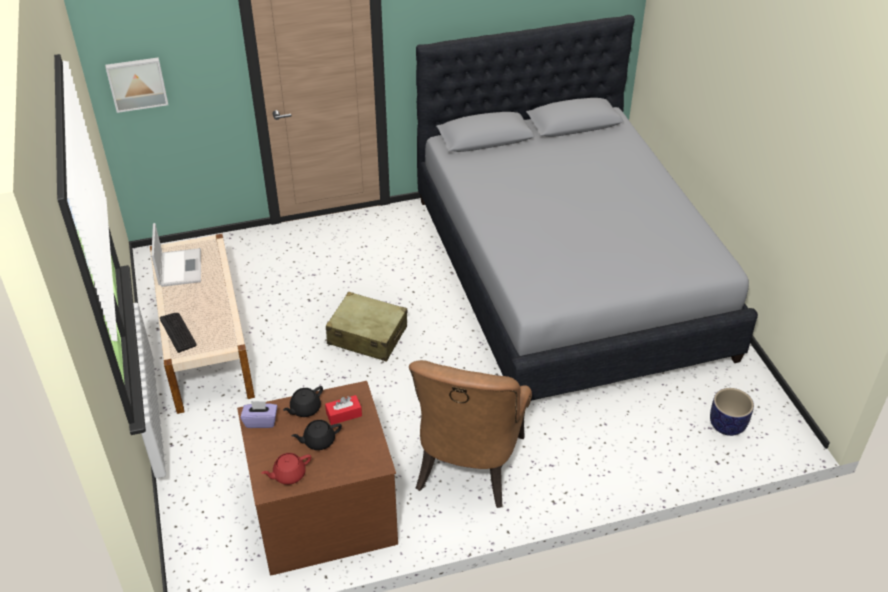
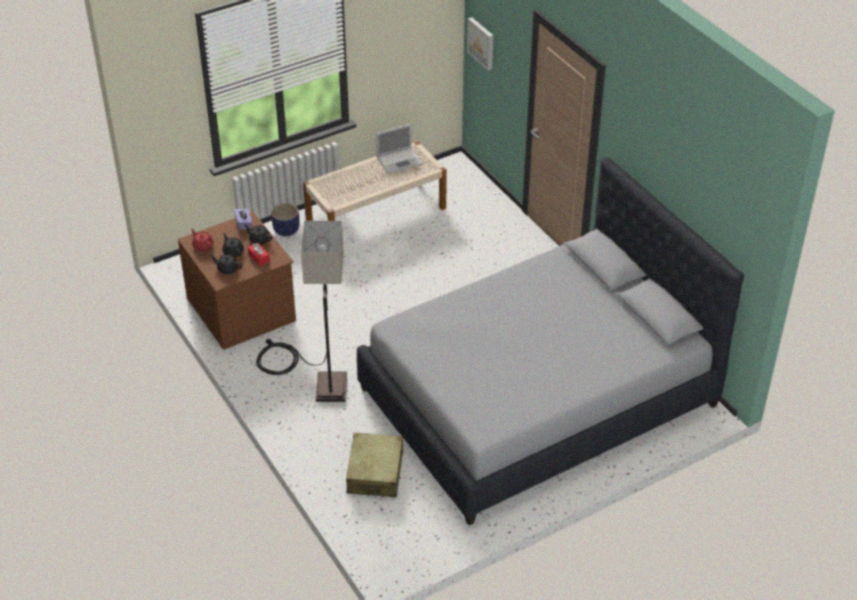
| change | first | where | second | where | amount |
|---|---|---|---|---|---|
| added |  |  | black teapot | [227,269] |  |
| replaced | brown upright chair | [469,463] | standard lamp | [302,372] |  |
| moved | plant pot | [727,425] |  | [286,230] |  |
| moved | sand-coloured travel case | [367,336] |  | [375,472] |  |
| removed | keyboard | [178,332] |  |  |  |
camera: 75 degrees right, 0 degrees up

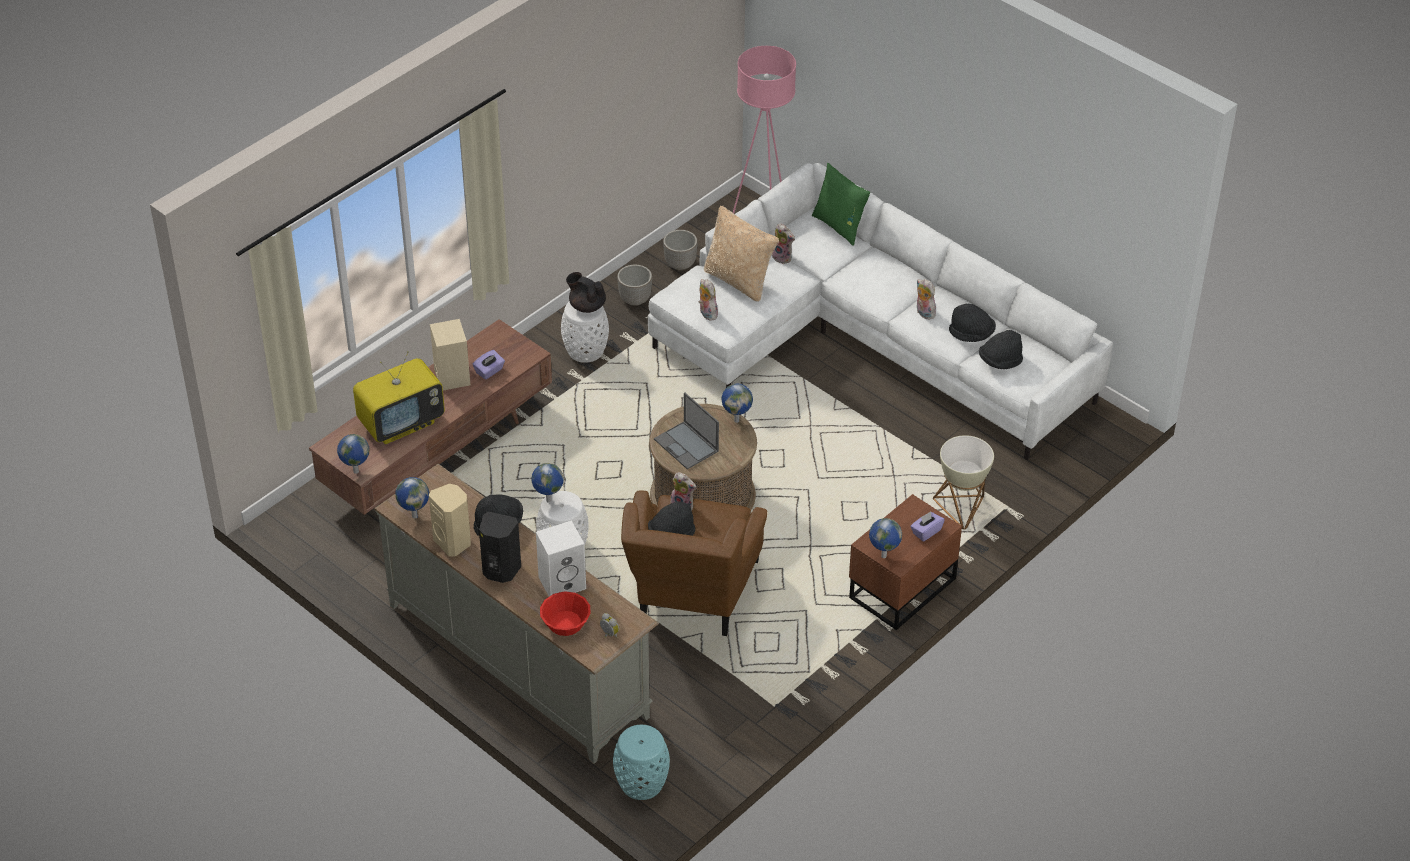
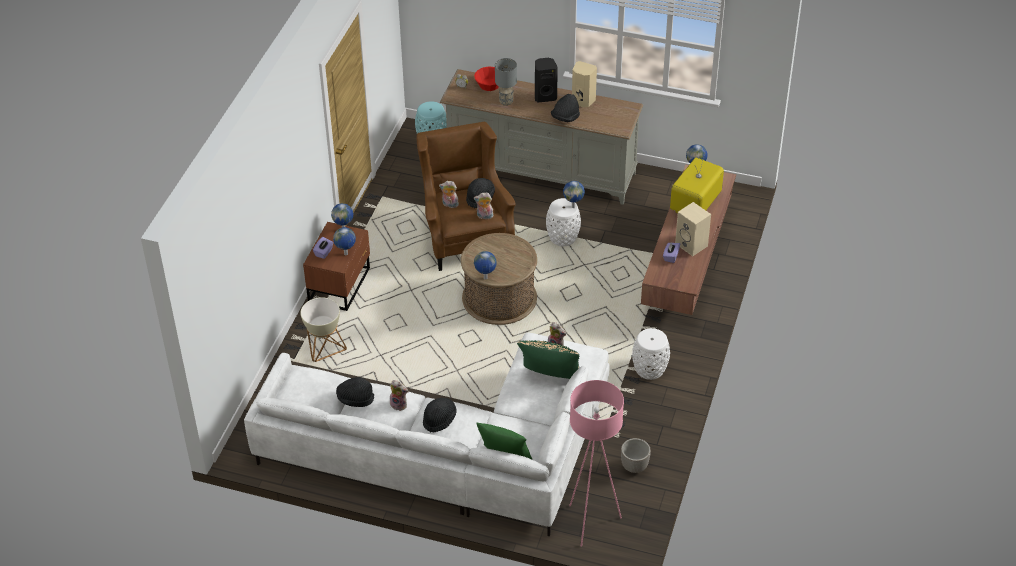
| change | first | where | second | where | amount |
|---|---|---|---|---|---|
| moved | globe | [414,515] |  | [346,254] |  |
| moved | black wearable hat | [1000,361] |  | [439,420] |  |
| moved | soft toy | [783,257] |  | [449,205] |  |
| replaced | white-coloured audio speaker | [563,582] | greyish lamp for a table | [506,102] |  |
| recoloured | sand-coloured pillow | [738,283] | green-coloured pillow | [550,379] |  |
| removed | black teapot | [587,306] |  |  |  |
| removed | plant pot | [634,300] |  |  |  |
| removed | notebook computer | [687,445] |  |  |  |
camera: 155 degrees right, 0 degrees up

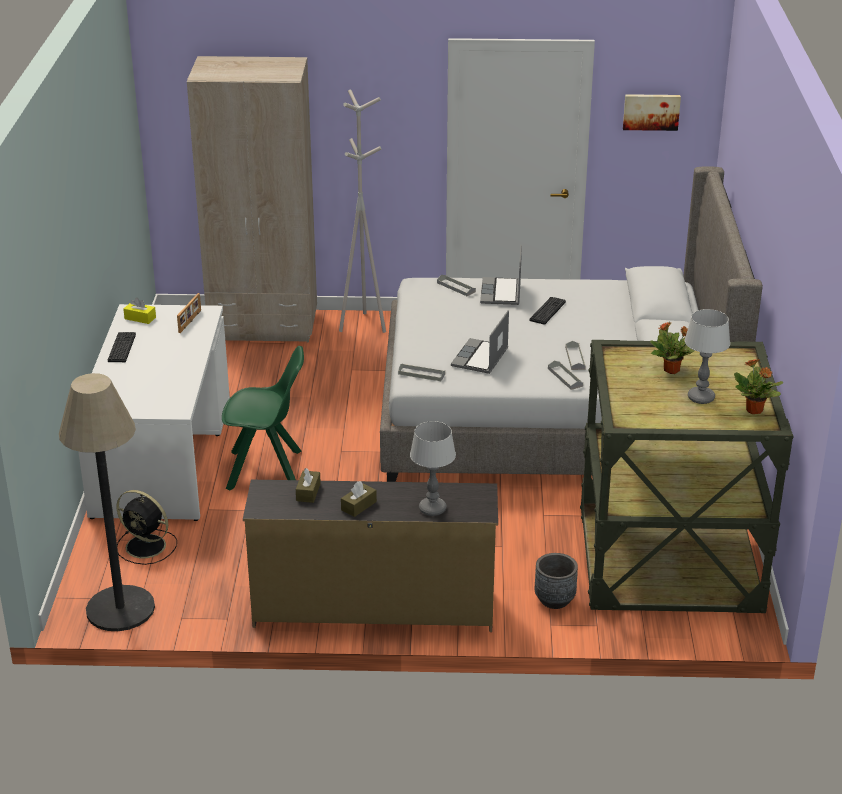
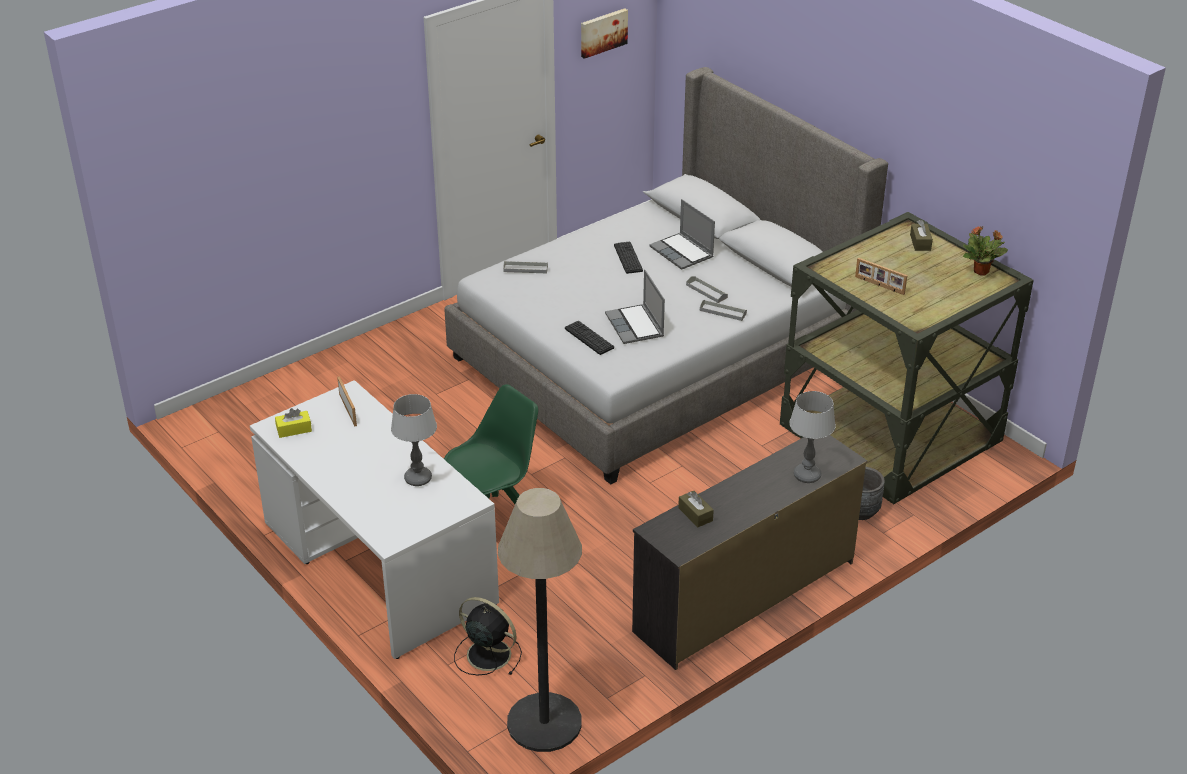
| change | first | where | second | where | amount |
|---|---|---|---|---|---|
| moved | lamp for a table | [701,398] |  | [418,478] |  |
| turned | black fan | [147,547] |  | [487,654] | 135 degrees counterclockwise |
| moved | keyboard | [122,348] |  | [589,338] |  |
| moved | notebook computer | [501,293] |  | [682,253] |  |
| added |  |  | picture frame | [879,285] |  |
| moved | brown box of tissues | [358,506] |  | [920,242] |  |
| removed | sand-coloured wardrobe | [264,327] |  |  |  |
| removed | greyish garment rack | [363,325] |  |  |  |
| removed | greyish tray | [421,374] |  |  |  |
| removed | plant in a pot | [672,370] |  |  |  |
camera: 40 degrees left, 5 degrees up

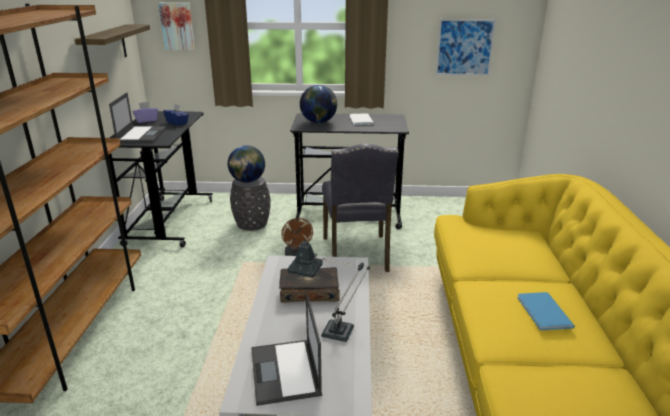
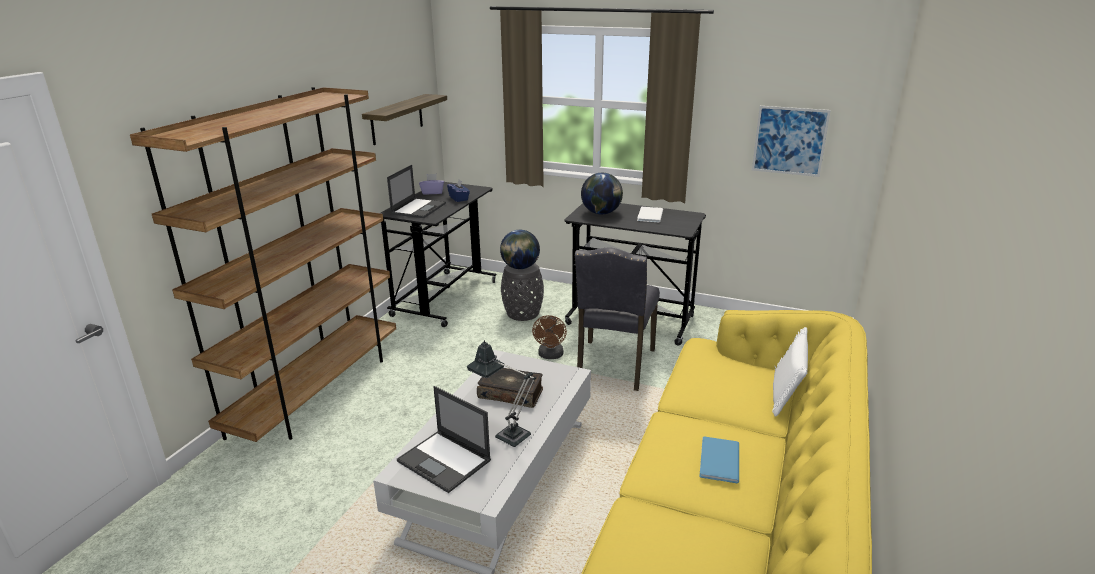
| change | first | where | second | where | amount |
|---|---|---|---|---|---|
| turned | notebook computer | [285,372] |  | [445,461] | 60 degrees counterclockwise |
| added |  |  | white-coloured pillow | [786,394] |  |
| removed | wall art | [177,26] |  |  |  |
camera: 20 degrees right, 0 degrees up

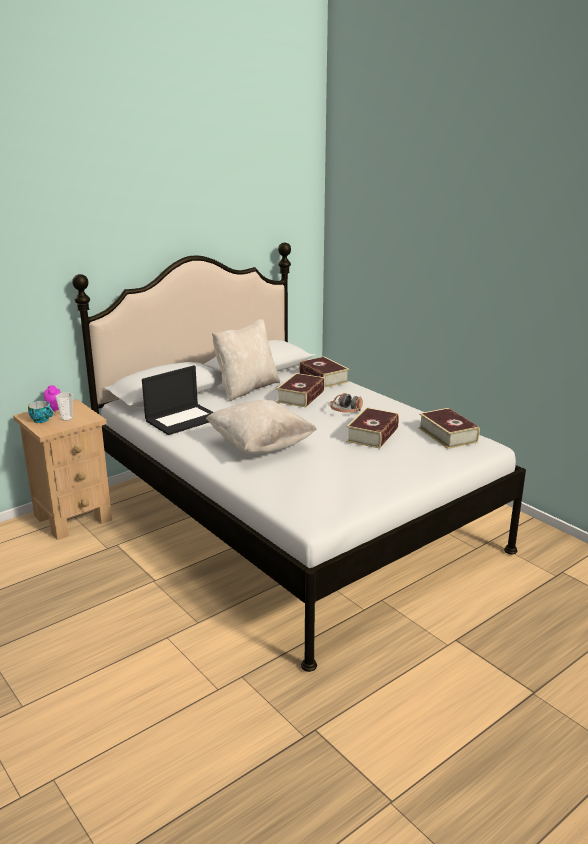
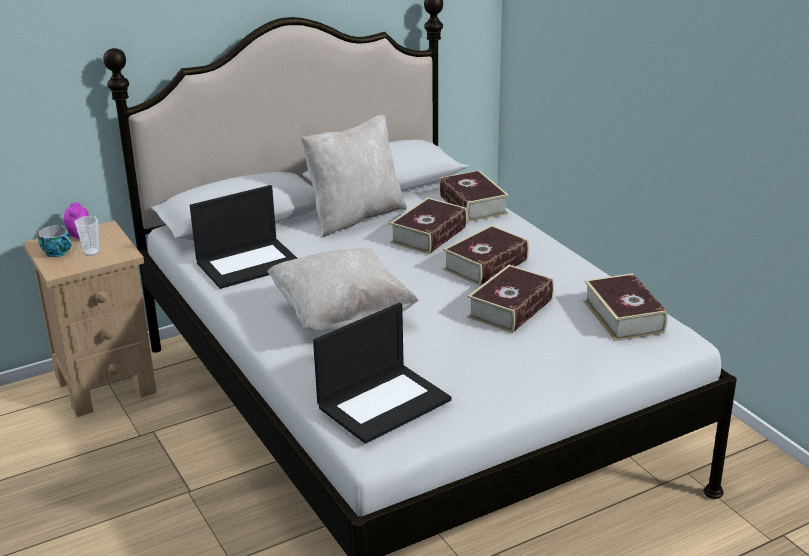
| change | first | where | second | where | amount |
|---|---|---|---|---|---|
| added |  |  | notebook computer | [384,402] |  |
| replaced | headphones | [346,411] | book | [486,265] |  |
camera: 10 degrees right, 5 degrees up

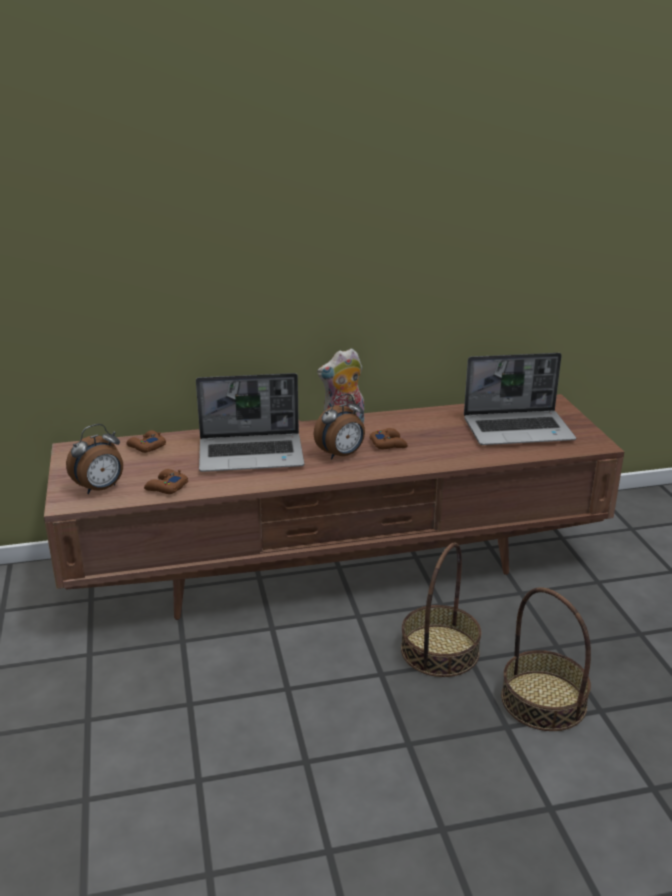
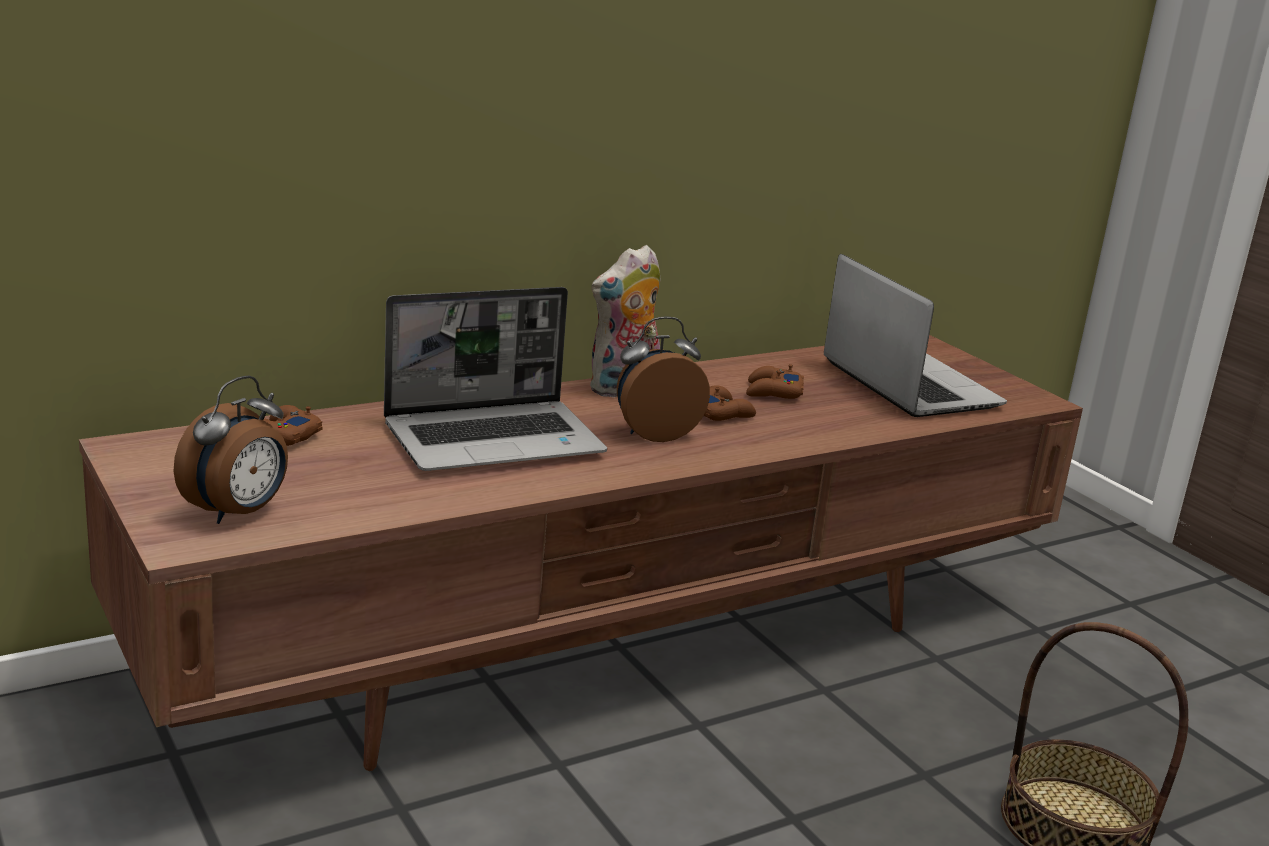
| change | first | where | second | where | amount |
|---|---|---|---|---|---|
| turned | table clock | [341,455] |  | [654,433] | 150 degrees counterclockwise |
| moved | brown gamepad | [166,487] |  | [773,392] |  |
| turned | notebook computer | [519,430] |  | [907,384] | 90 degrees counterclockwise |
| removed | household basket | [440,651] |  |  |  |
camera: 20 degrees left, 5 degrees down

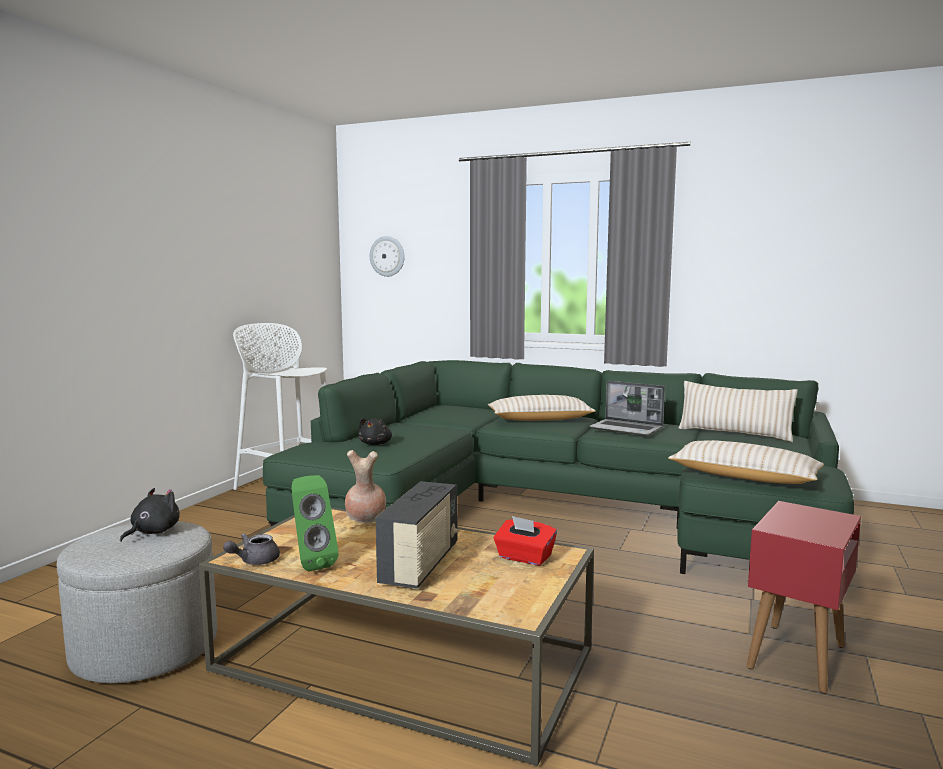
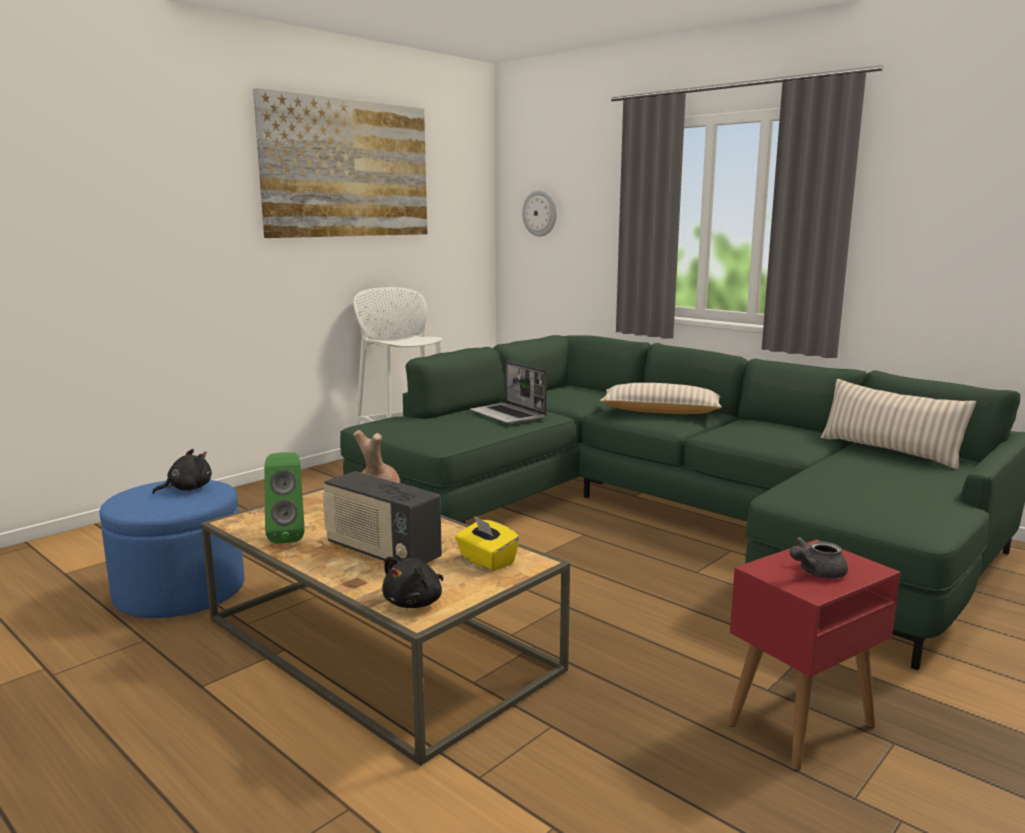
| change | first | where | second | where | amount |
|---|---|---|---|---|---|
| recoloured | greyish pouffe | [145,648] | blue pouffe | [180,592] |  |
| added |  |  | wall art | [347,169] |  |
| turned | radio | [421,565] |  | [381,552] | 90 degrees clockwise |
| moved | black soft toy | [376,444] |  | [415,602] |  |
| recoloured | red box of tissues | [524,558] | yellow-coloured box of tissues | [486,561] |  |
| moved | notebook computer | [627,429] |  | [509,415] |  |
| moved | greyish teapot | [254,561] |  | [816,573] |  |
| removed | sand-coloured pillow | [744,476] |  |  |  |
camera: 20 degrees right, 5 degrees up

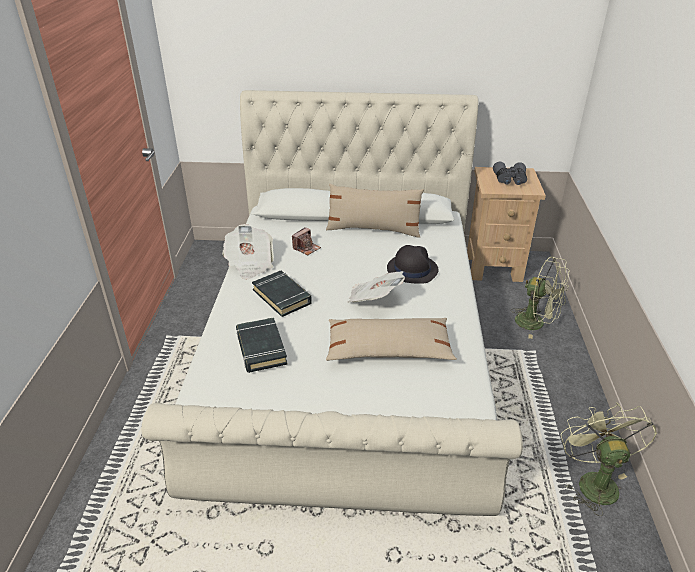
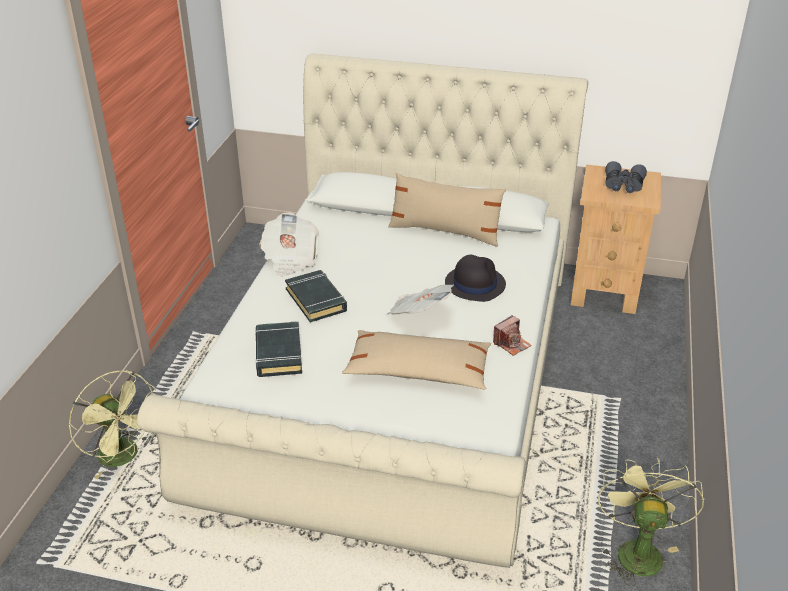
| change | first | where | second | where | amount |
|---|---|---|---|---|---|
| moved | green-coloured fan | [536,323] |  | [124,457] |  |
| moved | photo camera | [306,248] |  | [511,344] |  |
camera: 10 degrees right, 0 degrees up

